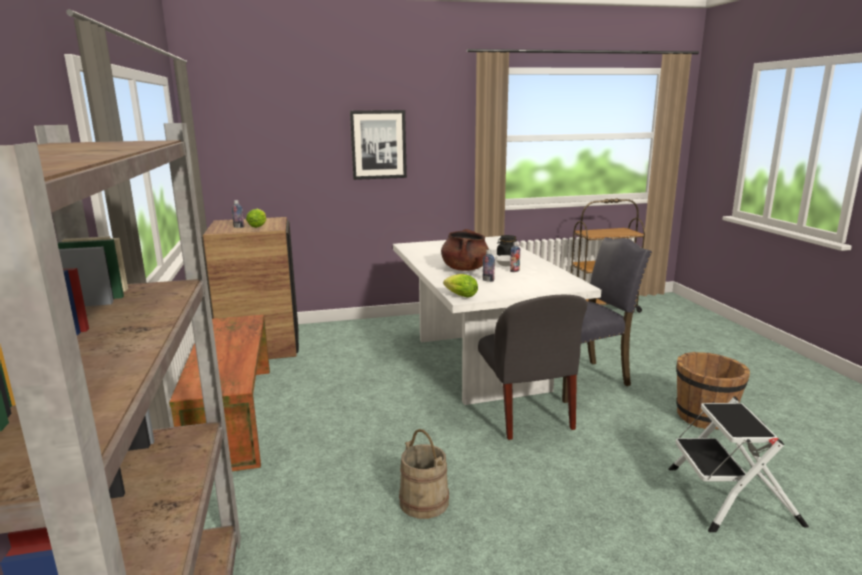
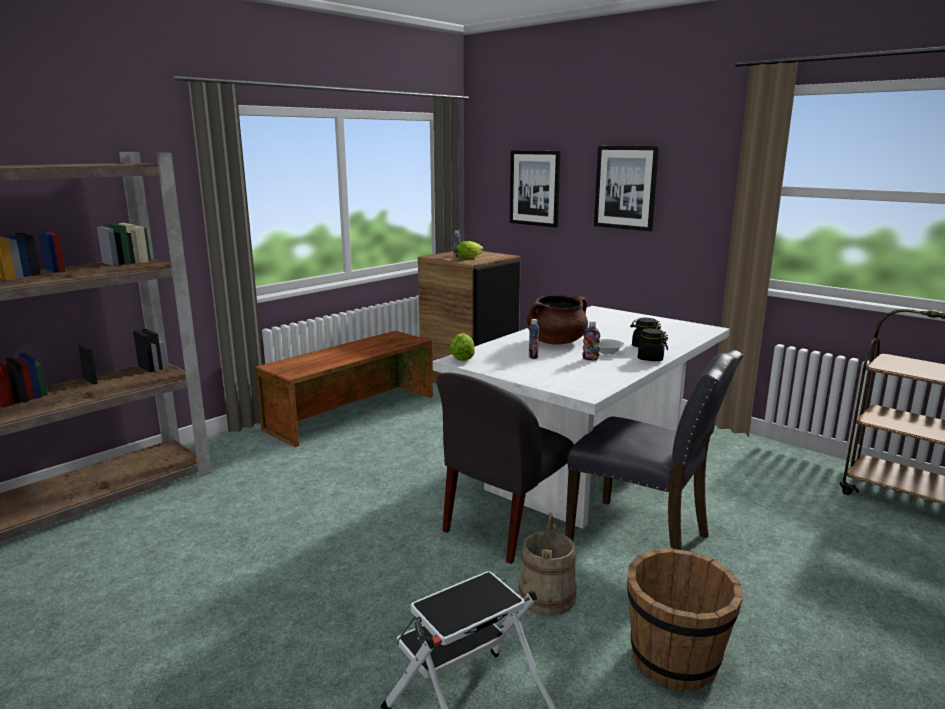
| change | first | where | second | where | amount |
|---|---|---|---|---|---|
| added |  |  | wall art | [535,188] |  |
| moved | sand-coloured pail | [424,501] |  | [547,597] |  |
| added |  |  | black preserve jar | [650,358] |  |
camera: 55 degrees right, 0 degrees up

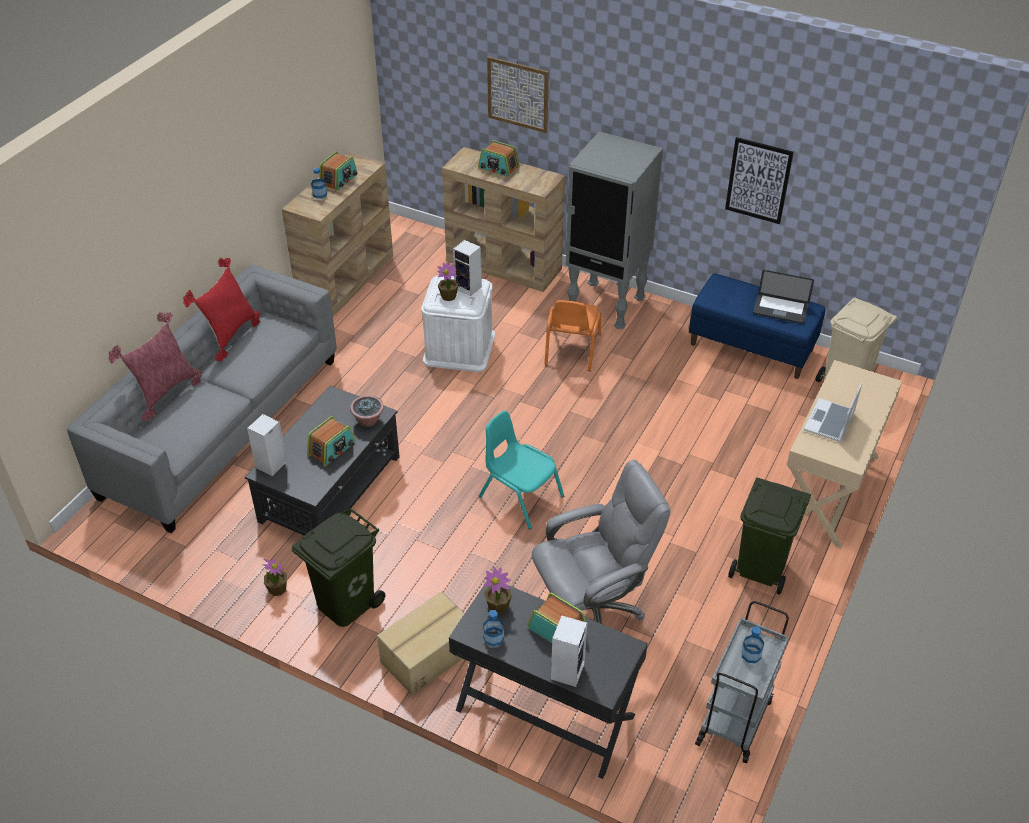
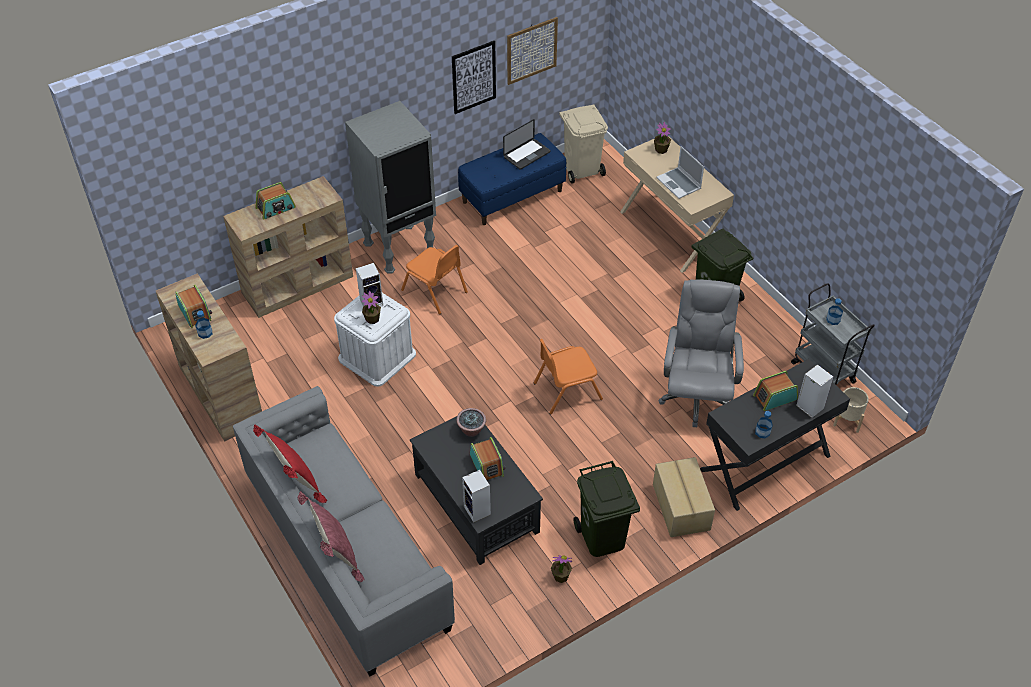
| change | first | where | second | where | amount |
|---|---|---|---|---|---|
| moved | wall art | [518,93] |  | [531,49] |  |
| recoloured | turquoise upright chair | [520,496] | orangey upright chair | [567,390] |  |
| moved | plant in a pot | [498,606] |  | [661,149] |  |
| added |  |  | sand-coloured plant pot | [848,419] |  |
camera: 60 degrees left, 5 degrees up

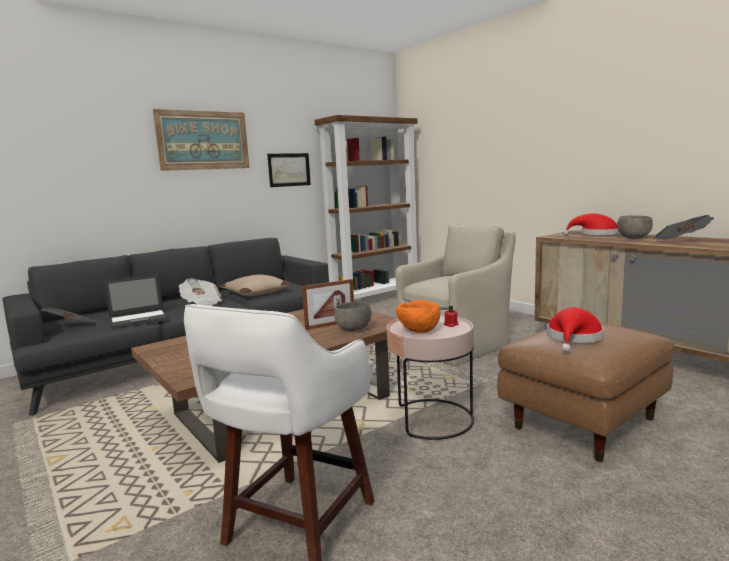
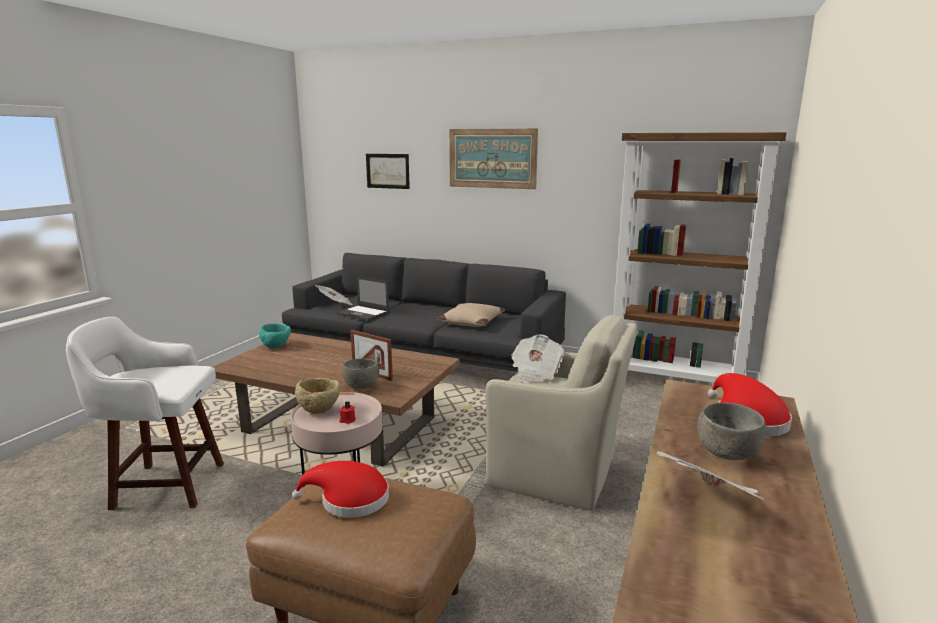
| change | first | where | second | where | amount |
|---|---|---|---|---|---|
| added |  |  | turquoise deep dish | [276,346] |  |
| recoloured | orangey deep dish | [418,331] | sand-coloured deep dish | [319,410] |  |
| moved | wall art | [289,169] |  | [387,171] |  |
| moved | daily paper | [201,304] |  | [535,373] |  |
camera: 60 degrees right, 5 degrees up

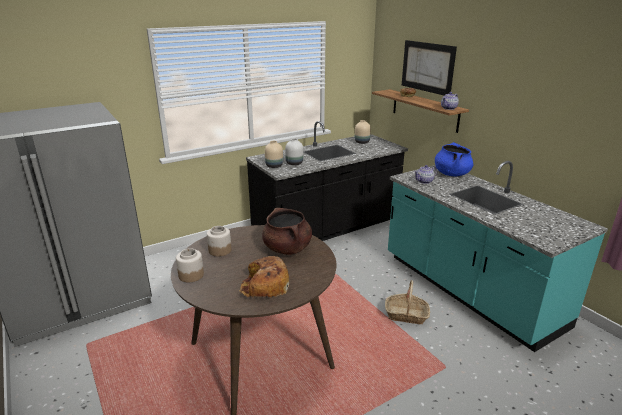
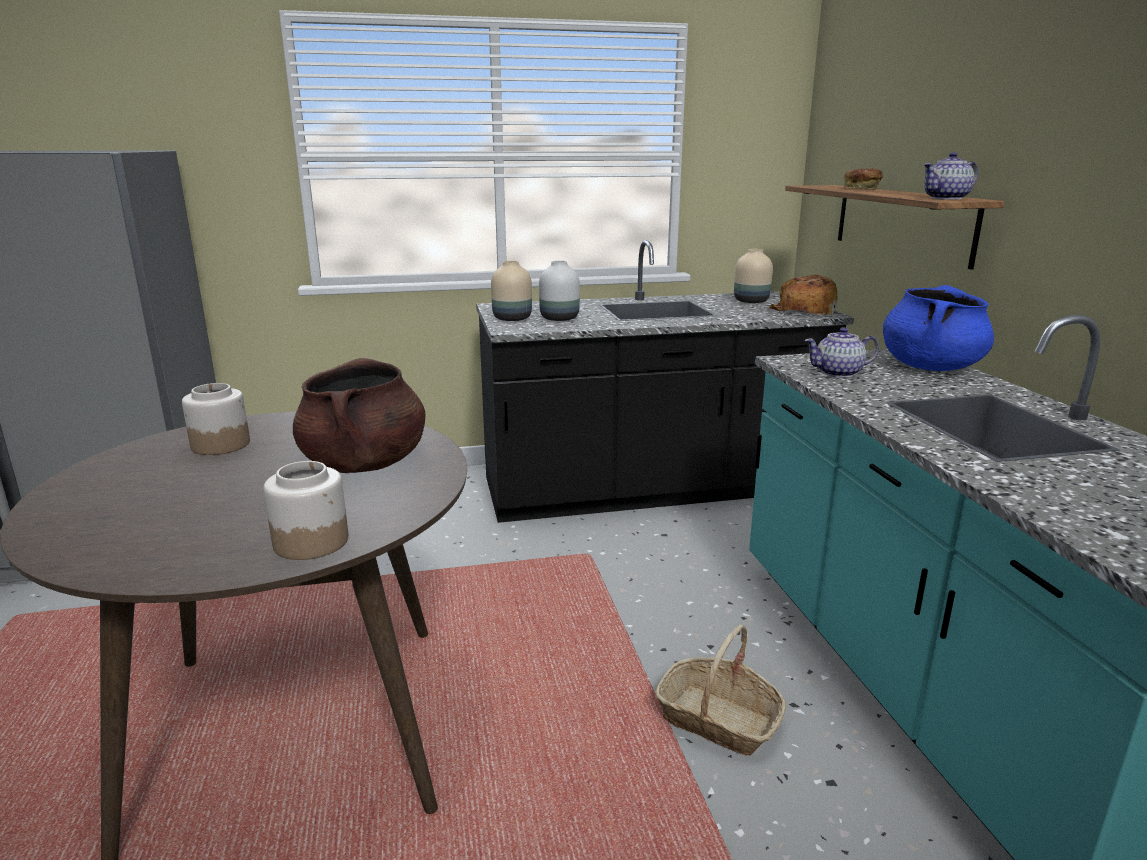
| change | first | where | second | where | amount |
|---|---|---|---|---|---|
| moved | preserve jar | [191,275] |  | [311,541] |  |
| moved | baked bread | [264,286] |  | [800,310] |  |
| removed | wall art | [427,67] |  |  |  |
camera: 20 degrees right, 5 degrees down

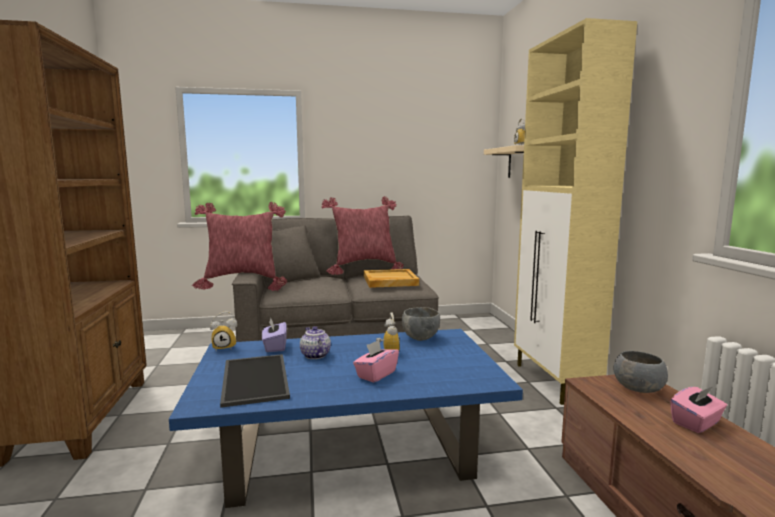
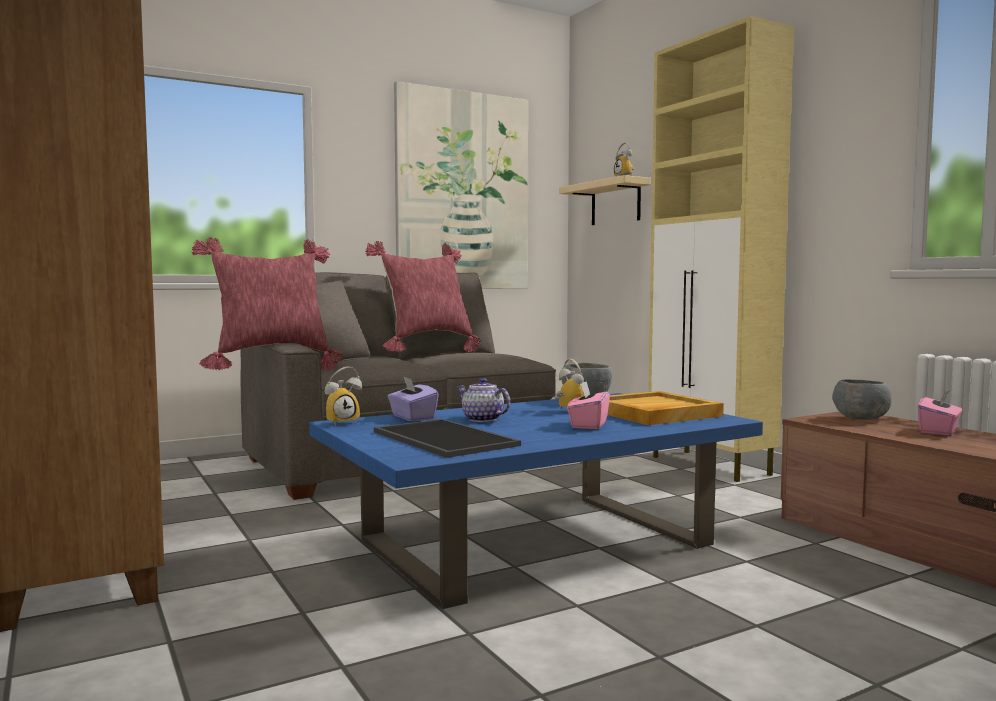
| change | first | where | second | where | amount |
|---|---|---|---|---|---|
| added |  |  | wall art | [463,191] |  |
| moved | sand-coloured tray | [390,281] |  | [654,413] |  |
camera: 20 degrees left, 5 degrees down

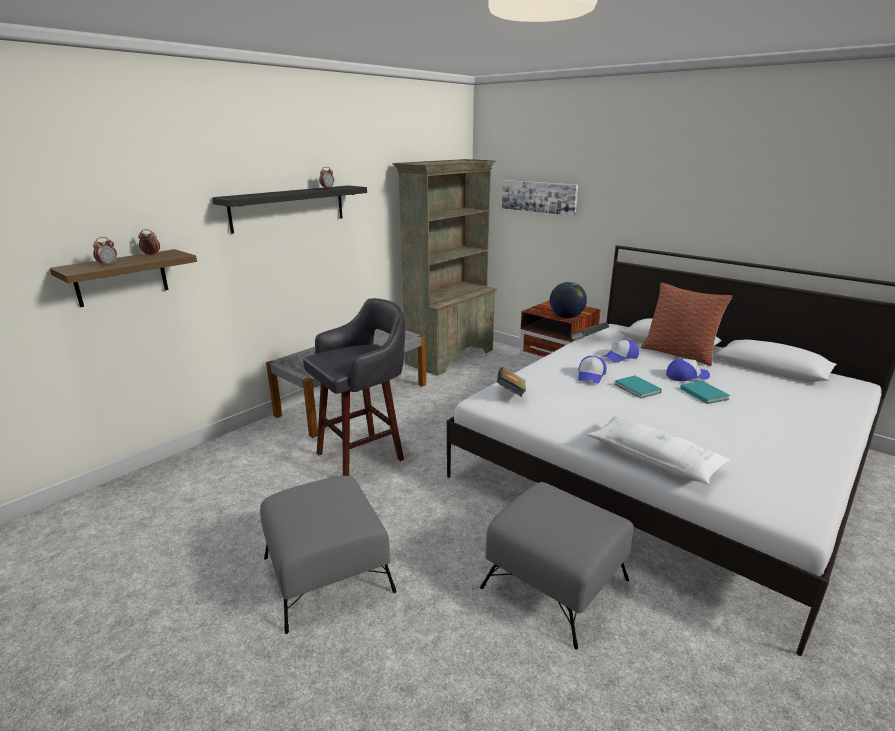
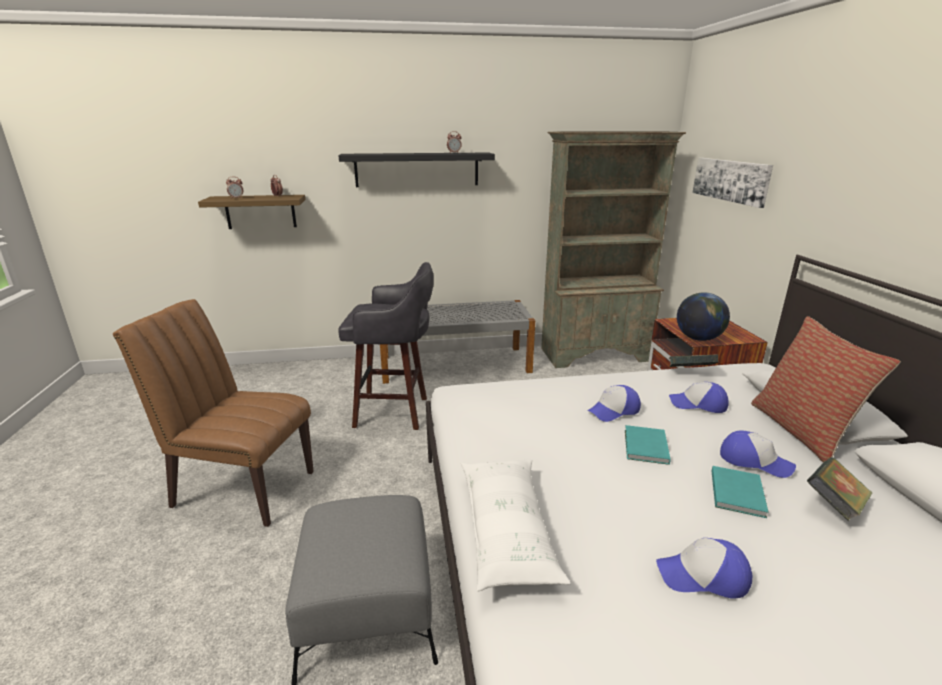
| change | first | where | second | where | amount |
|---|---|---|---|---|---|
| replaced | greyish pouffe | [327,573] | brown upright chair | [245,489] |  |
| added |  |  | cap | [703,576] |  |
| moved | book | [510,393] |  | [833,505] |  |
camera: 40 degrees right, 0 degrees up

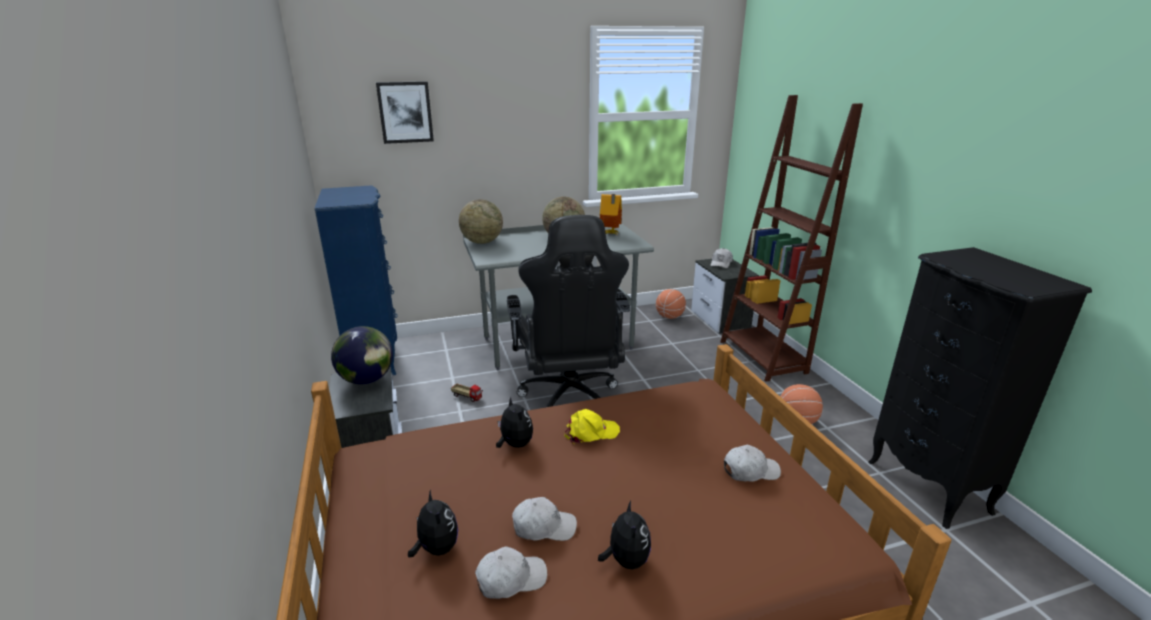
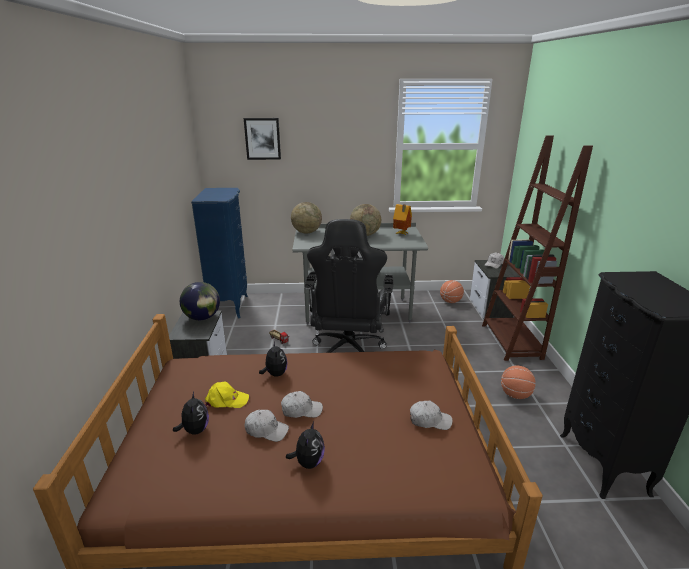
| change | first | where | second | where | amount |
|---|---|---|---|---|---|
| moved | yellow-coloured cap | [590,432] |  | [226,400] |  |
| moved | white-coloured cap | [511,579] |  | [301,410] |  |
camera: 15 degrees right, 0 degrees up

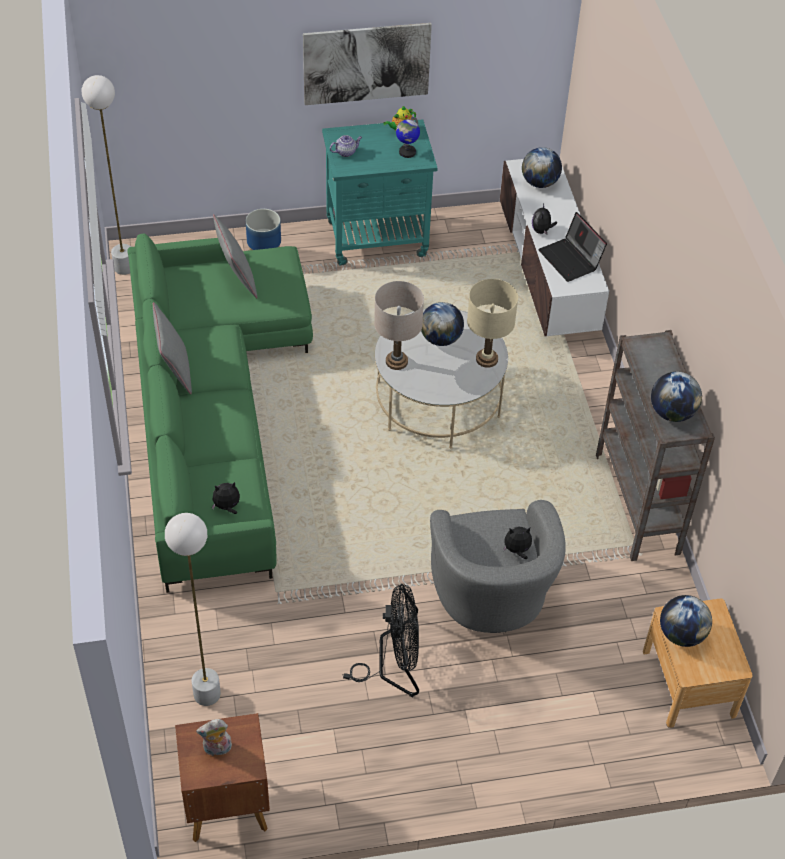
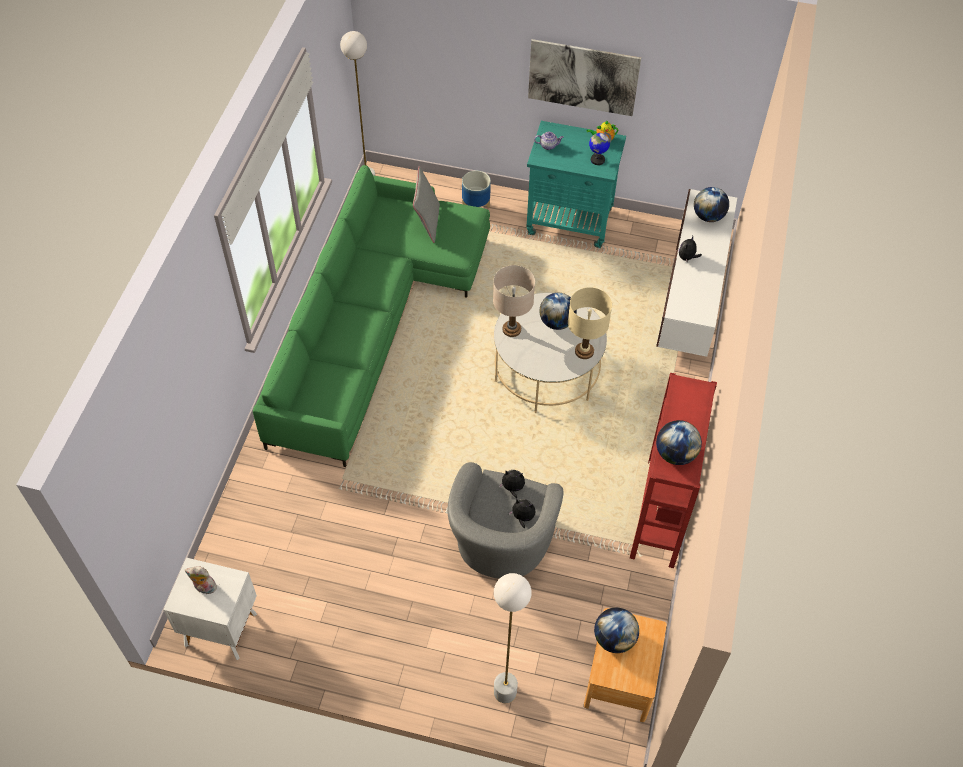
| change | first | where | second | where | amount |
|---|---|---|---|---|---|
| recoloured | brown bedside table | [225,804] | white-coloured bedside table | [220,628] |  |
| moved | white-coloured standard lamp | [207,694] |  | [505,692] |  |
| moved | soft toy | [227,507] |  | [512,488] |  |
| recoloured | greyish shelving unit | [637,504] | red shelving unit | [661,512] |  |
| removed | greyish pillow | [175,371] |  |  |  |
| removed | black fan | [393,660] |  |  |  |
| removed | notebook computer | [571,260] |  |  |  |
camera: 25 degrees right, 5 degrees up

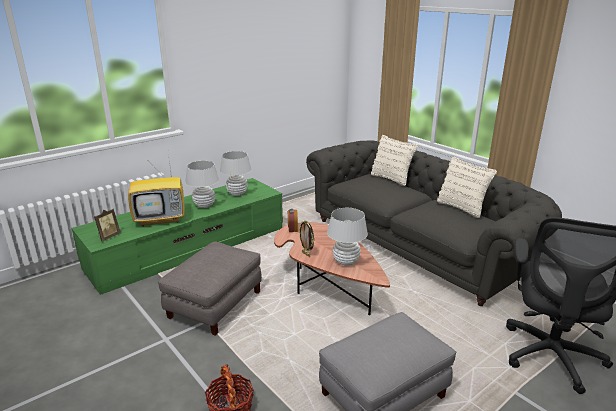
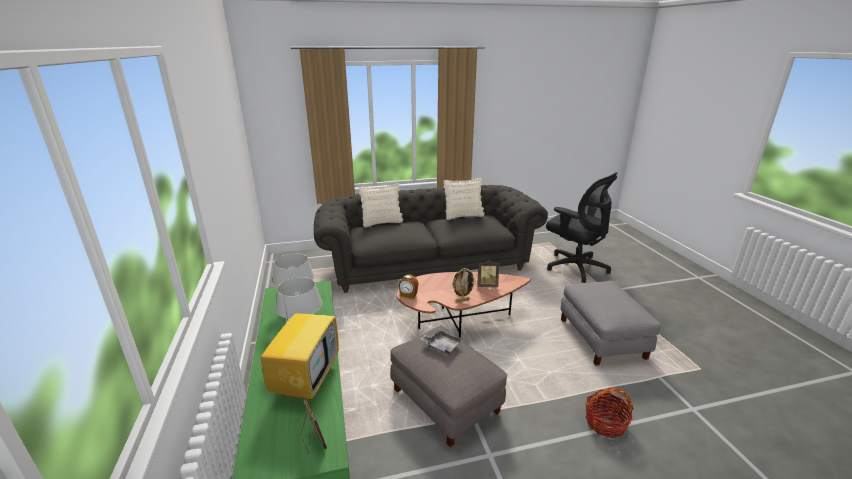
| change | first | where | second | where | amount |
|---|---|---|---|---|---|
| added |  |  | greyish tray | [442,346] |  |
| replaced | white-coloured lamp for a table | [346,261] | picture frame | [487,285] |  |
camera: 65 degrees left, 0 degrees up

